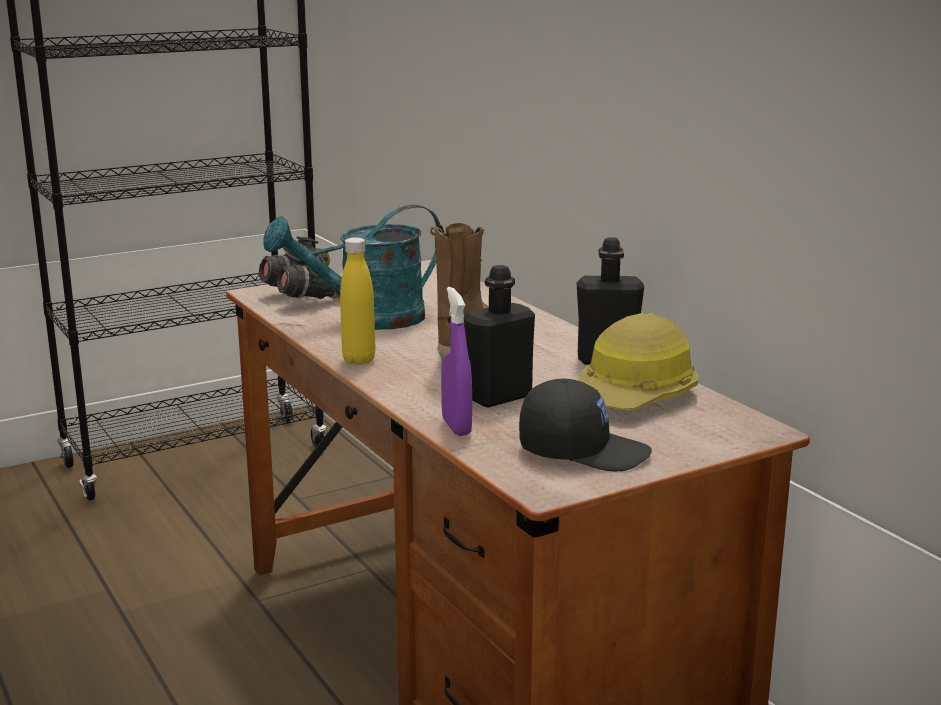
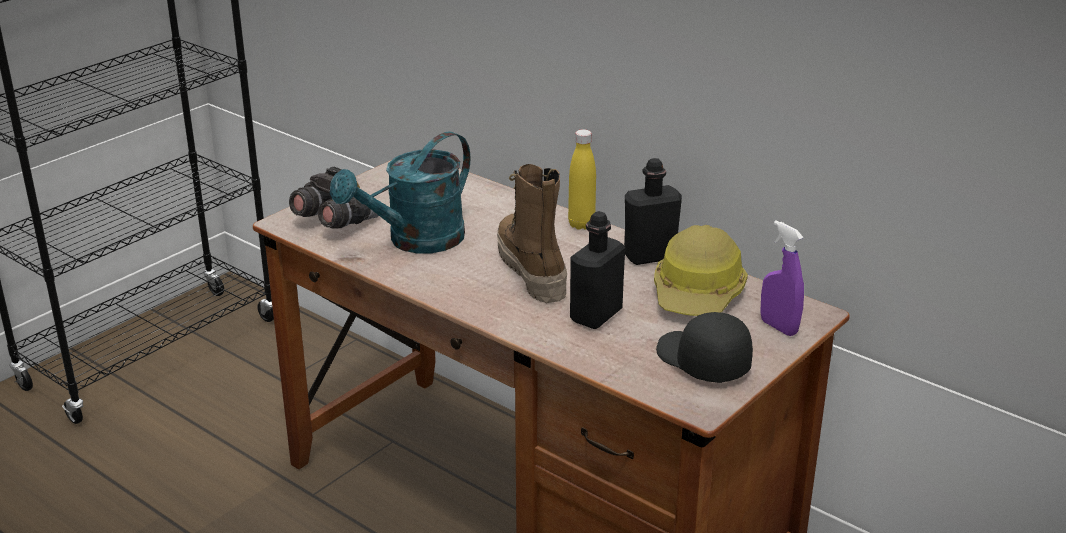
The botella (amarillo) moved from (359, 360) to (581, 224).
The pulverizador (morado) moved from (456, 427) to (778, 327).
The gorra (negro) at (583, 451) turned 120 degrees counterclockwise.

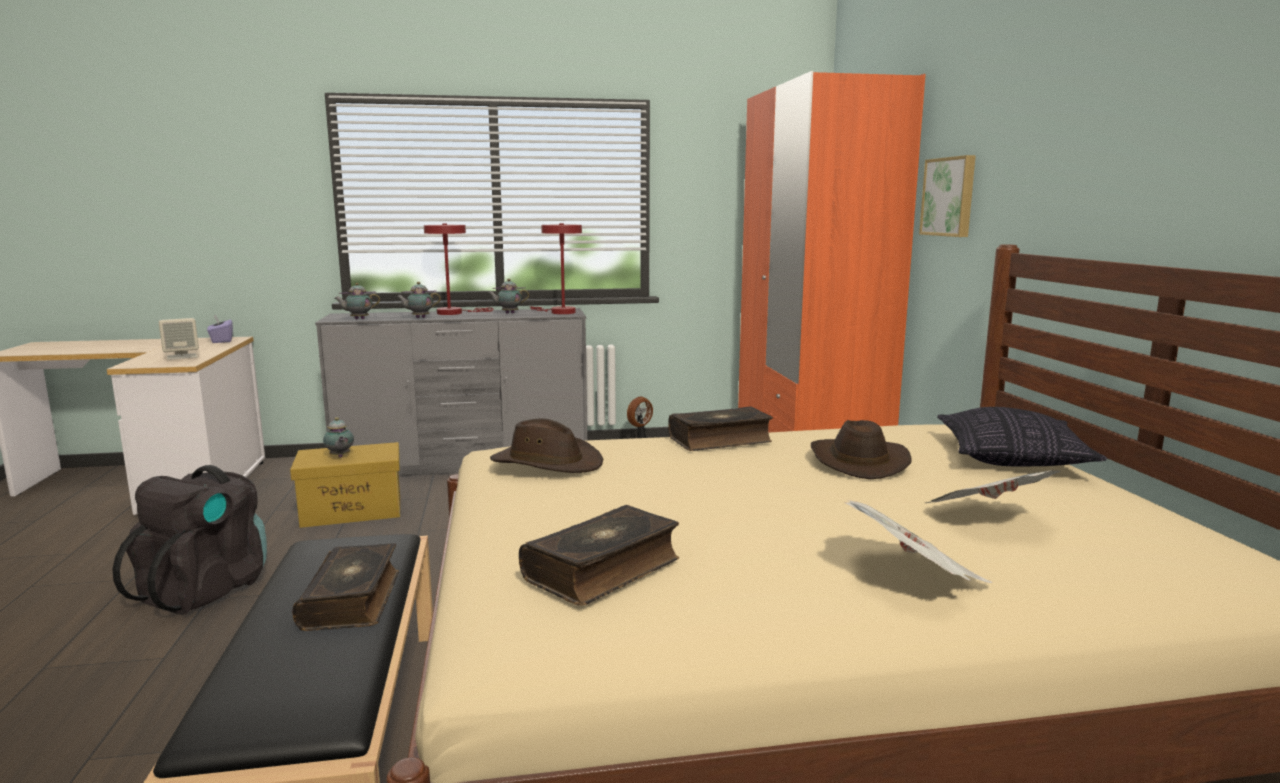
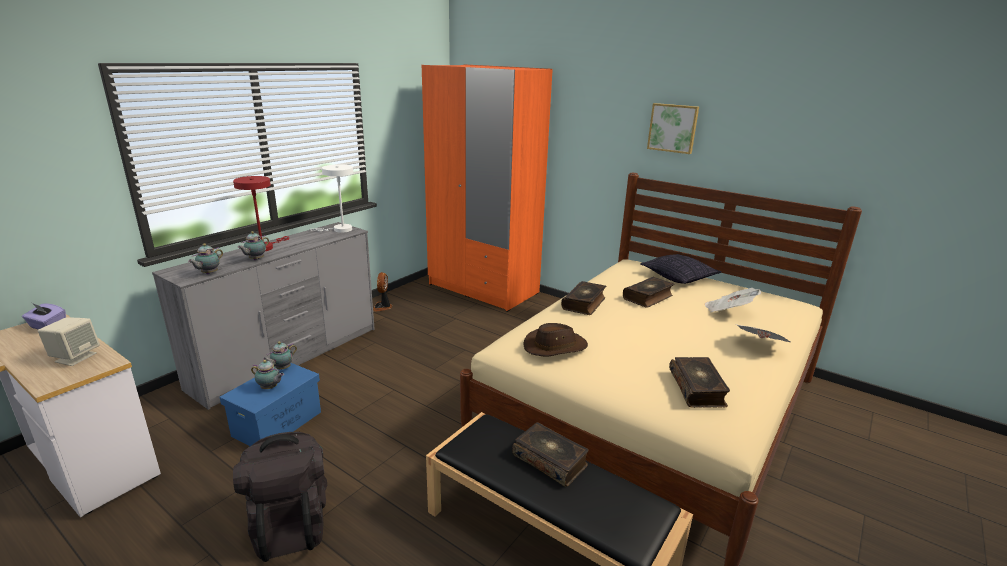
The tetera moved from (508, 313) to (282, 368).
The cuadro moved from (950, 197) to (673, 128).
The sombrero (marrón) at (857, 461) was replaced by the libro at (648, 297).
The caja de almacenaje (amarillo) at (353, 511) became the caja de almacenaje (azul) at (278, 423).
The lámpara de mesa (rojo) at (559, 312) became the lámpara de mesa (blanco) at (339, 230).

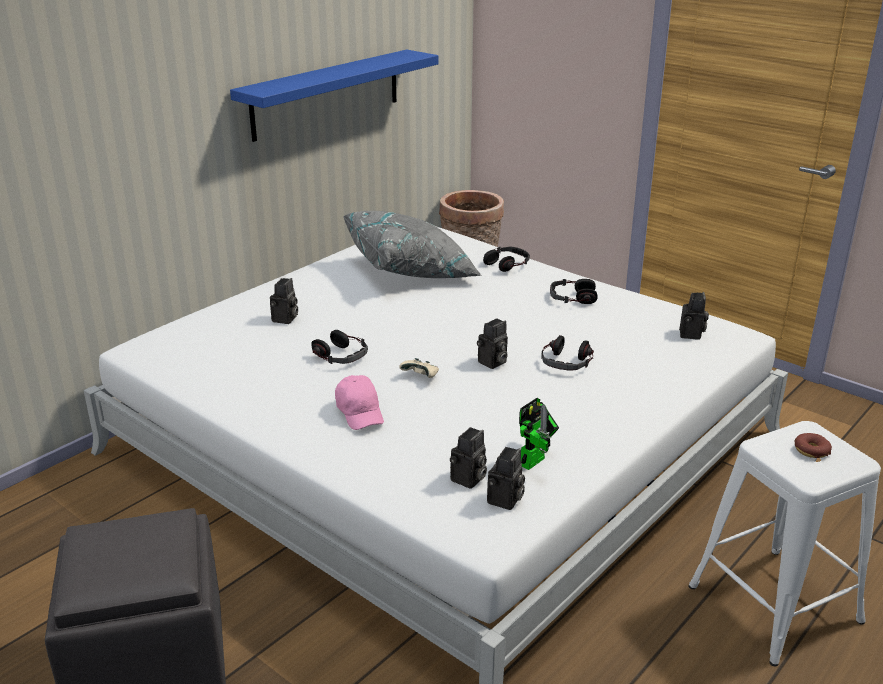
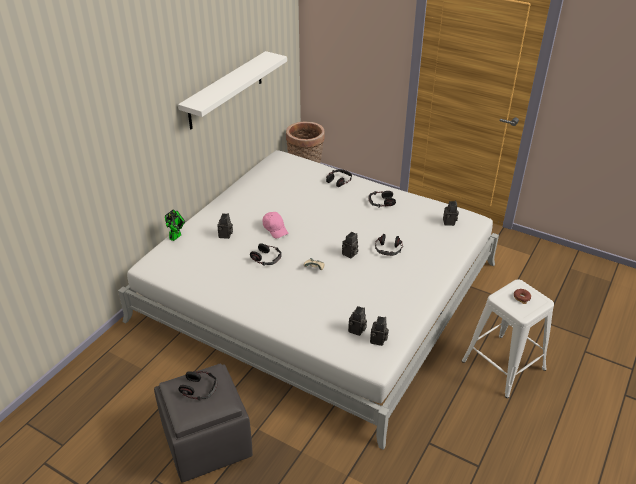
The cojín (gris) at (412, 270) disappeared.
The auriculares at (199, 388) appeared.
The gorra (rosa) moved from (360, 412) to (275, 229).
The robot de juguete moved from (534, 459) to (176, 236).
The estante (azul) at (327, 94) became the estante (blanco) at (226, 90).

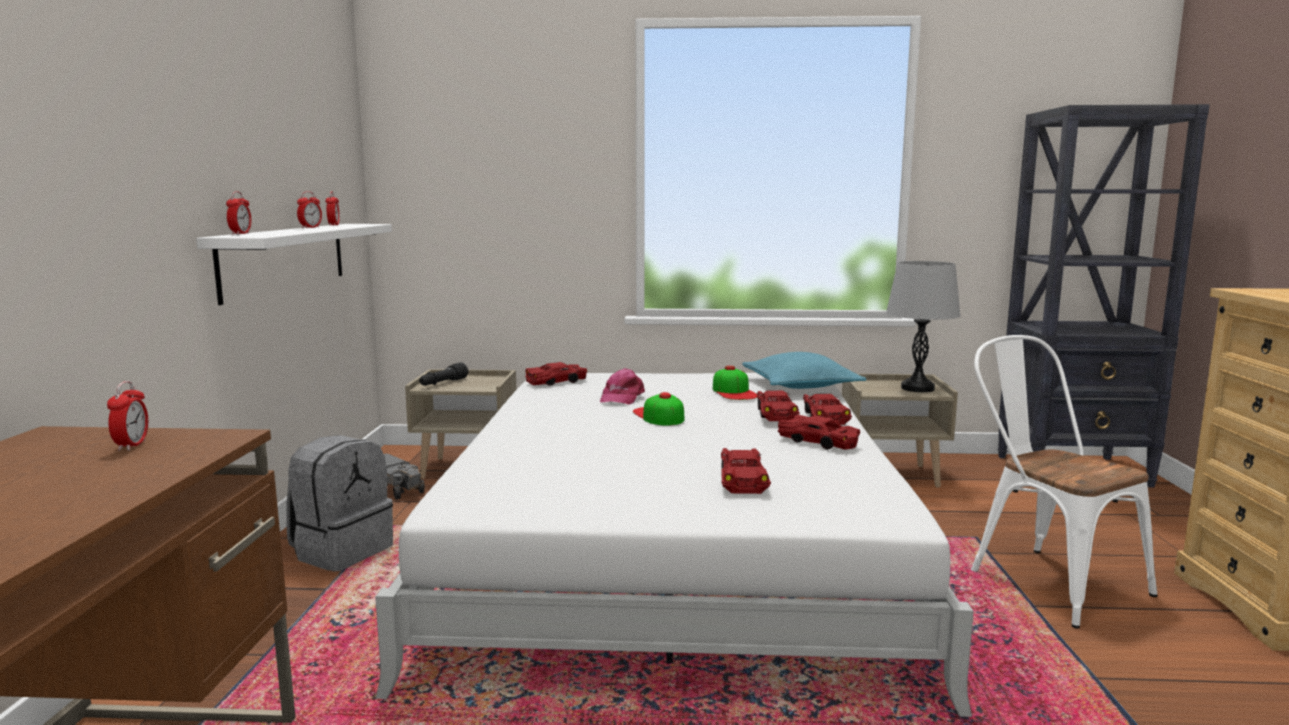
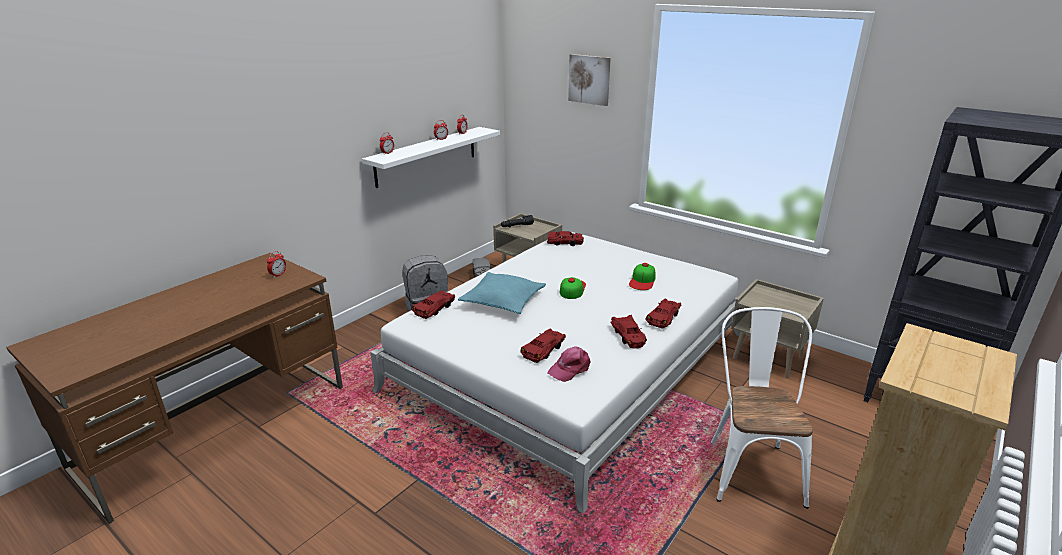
The lámpara de mesa (gris) at (917, 388) disappeared.
The cuadro at (589, 79) appeared.
The gorra (rosa) moved from (621, 397) to (570, 368).
The cojín (turquesa) moved from (800, 386) to (503, 301).
The coche de juguete (rojo) moved from (775, 413) to (435, 309).

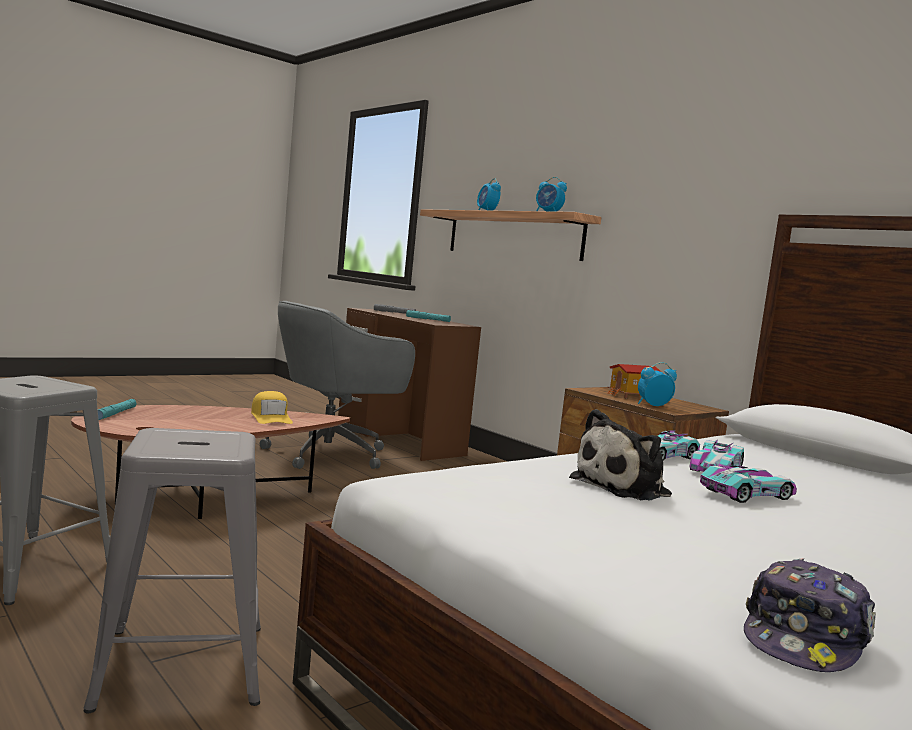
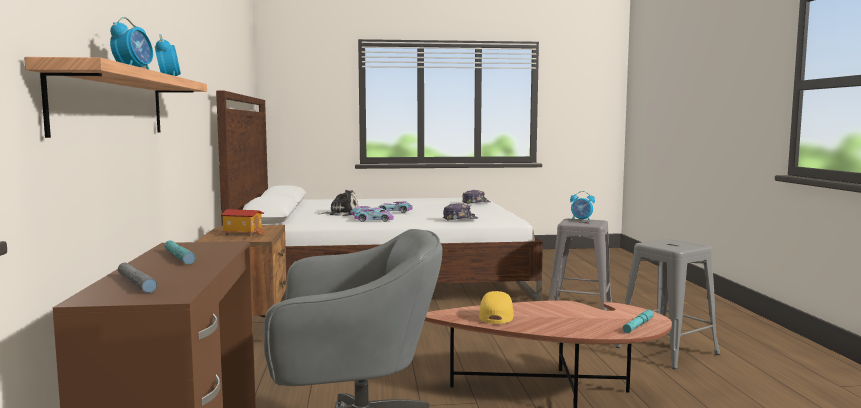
The gorra at (460, 219) appeared.
The peluche moved from (625, 488) to (341, 213).
The despertador moved from (652, 405) to (581, 220).

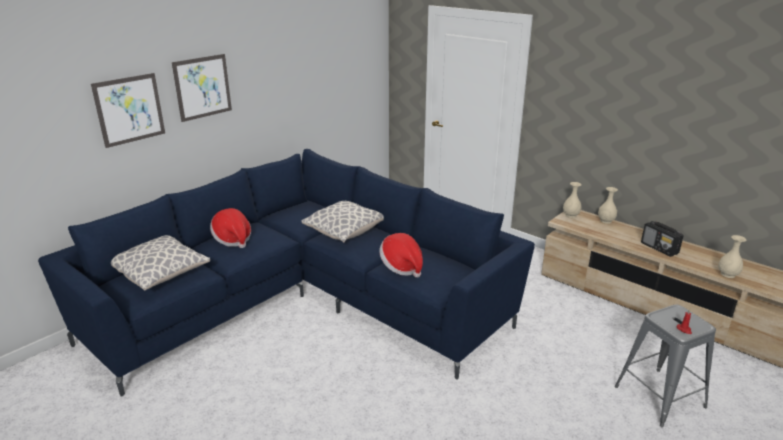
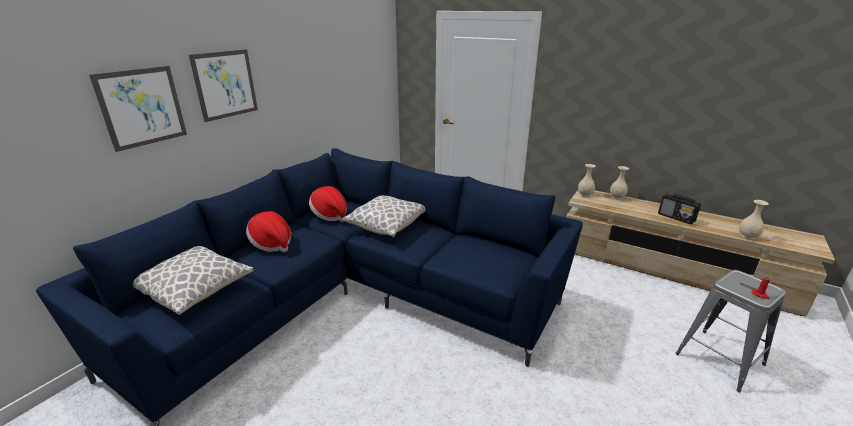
The sombrero moved from (402, 267) to (330, 215).

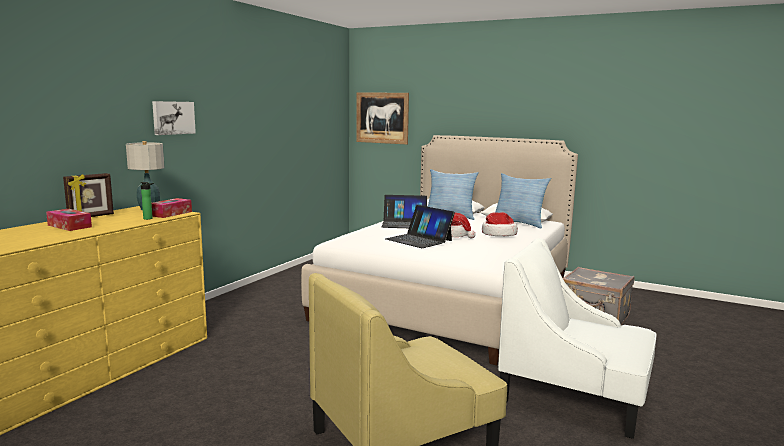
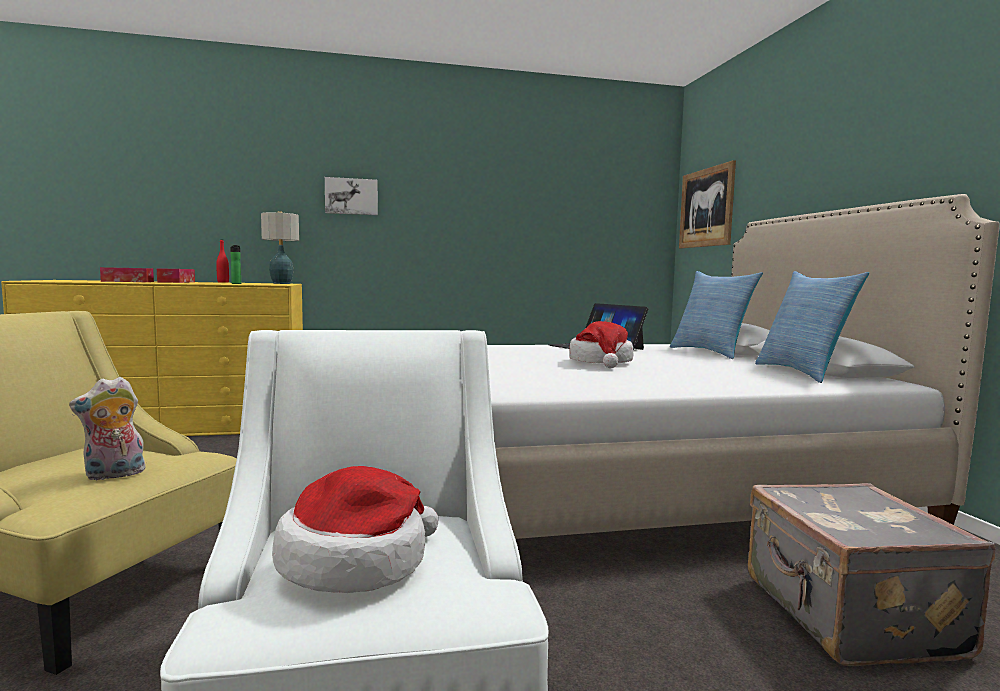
The portátil at (419, 240) disappeared.
The peluche at (114, 475) appeared.
The caja de pañuelos moved from (171, 213) to (128, 281).
The sombrero moved from (498, 234) to (356, 561).
The portarretratos at (91, 217) was replaced by the botella (rojo) at (223, 282).

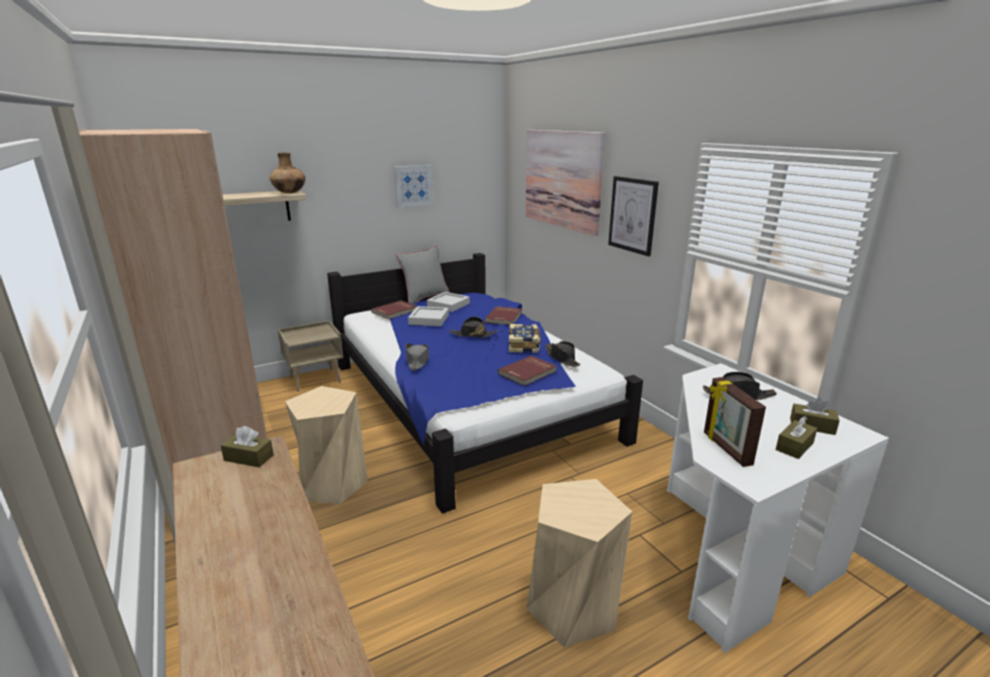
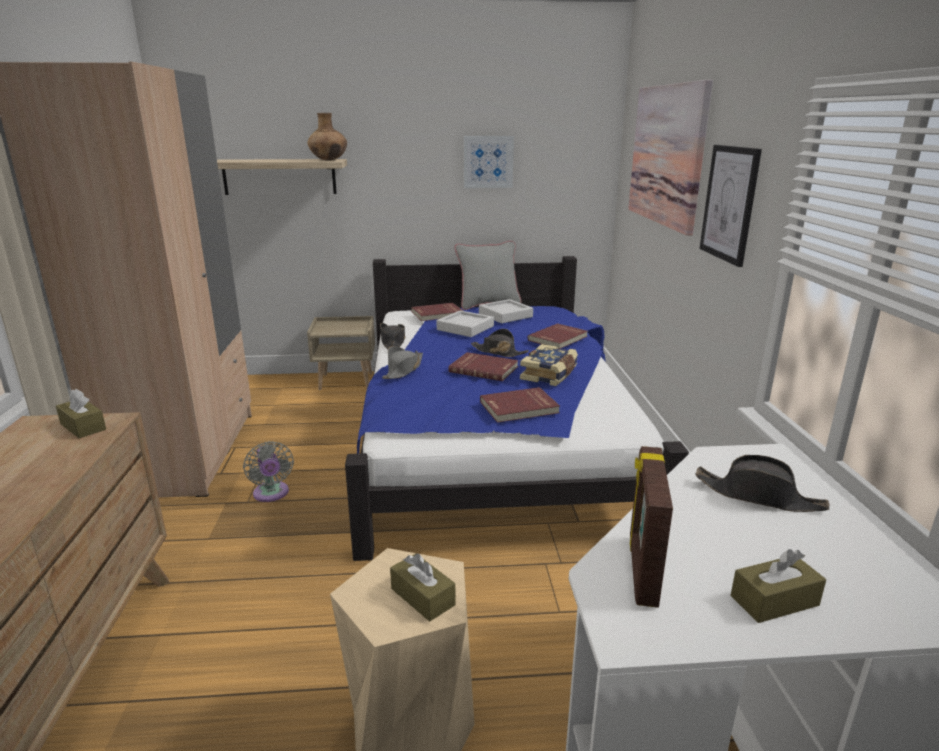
The libro (rojo) at (484, 369) appeared.
The sombrero (negro) moved from (562, 358) to (393, 342).
The caja de pañuelos (marrón) moved from (812, 426) to (422, 597).
The taburete (beis) at (332, 484) was replaced by the ventilador (gris) at (271, 494).

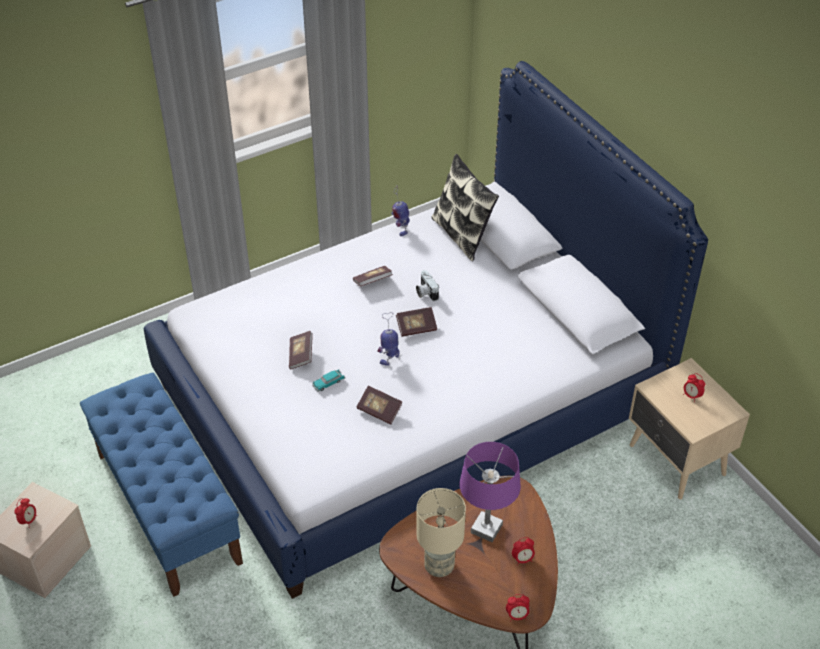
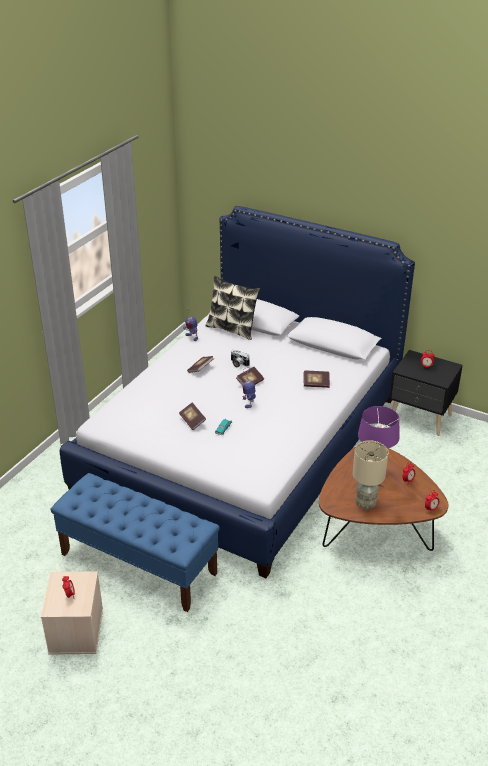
The libro moved from (379, 411) to (316, 384).
The mesita de noche (beis) at (676, 462) became the mesita de noche (negro) at (420, 419).

